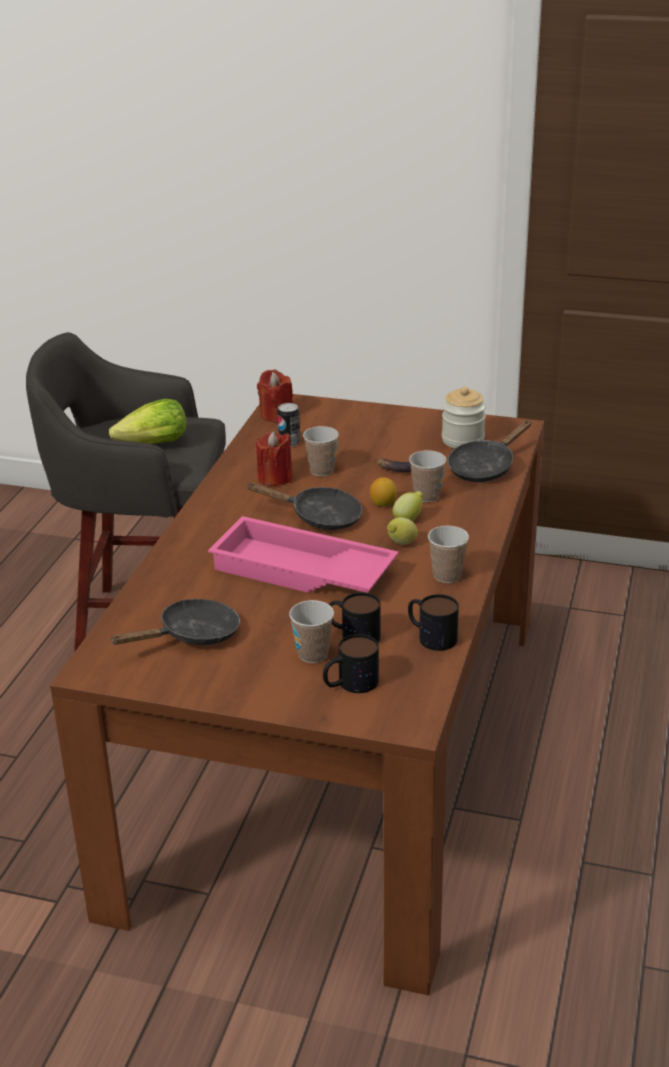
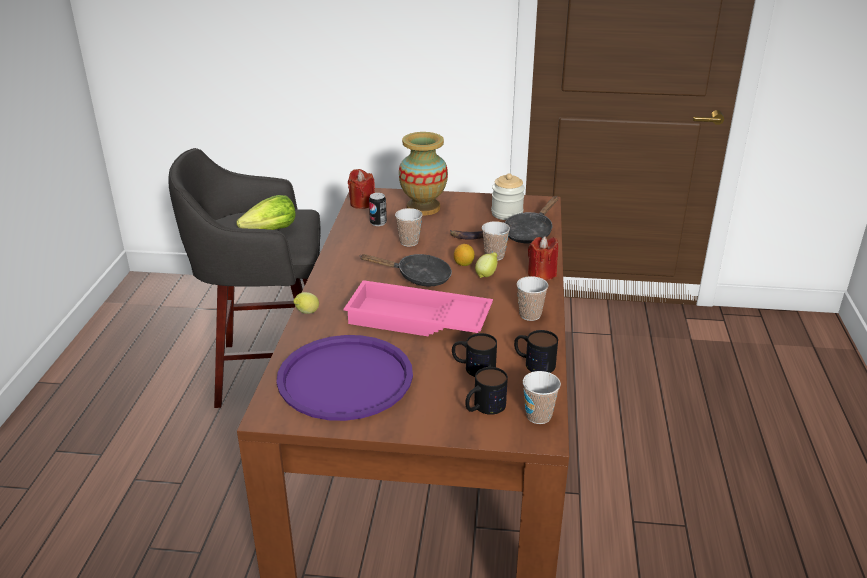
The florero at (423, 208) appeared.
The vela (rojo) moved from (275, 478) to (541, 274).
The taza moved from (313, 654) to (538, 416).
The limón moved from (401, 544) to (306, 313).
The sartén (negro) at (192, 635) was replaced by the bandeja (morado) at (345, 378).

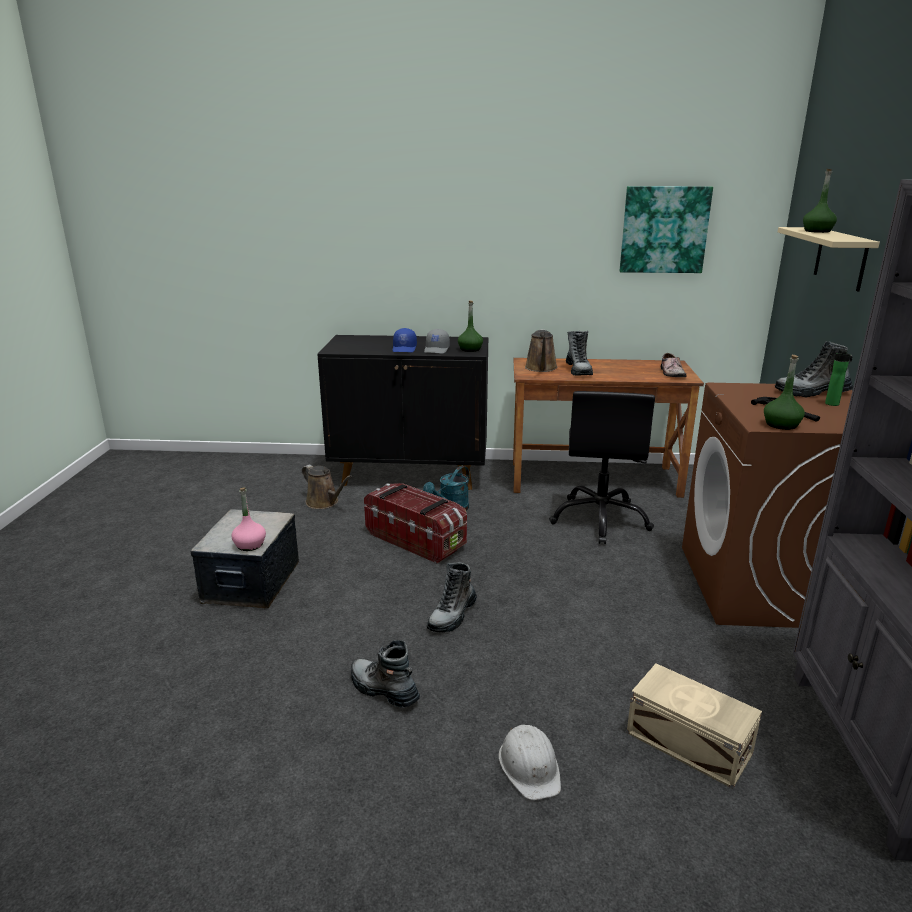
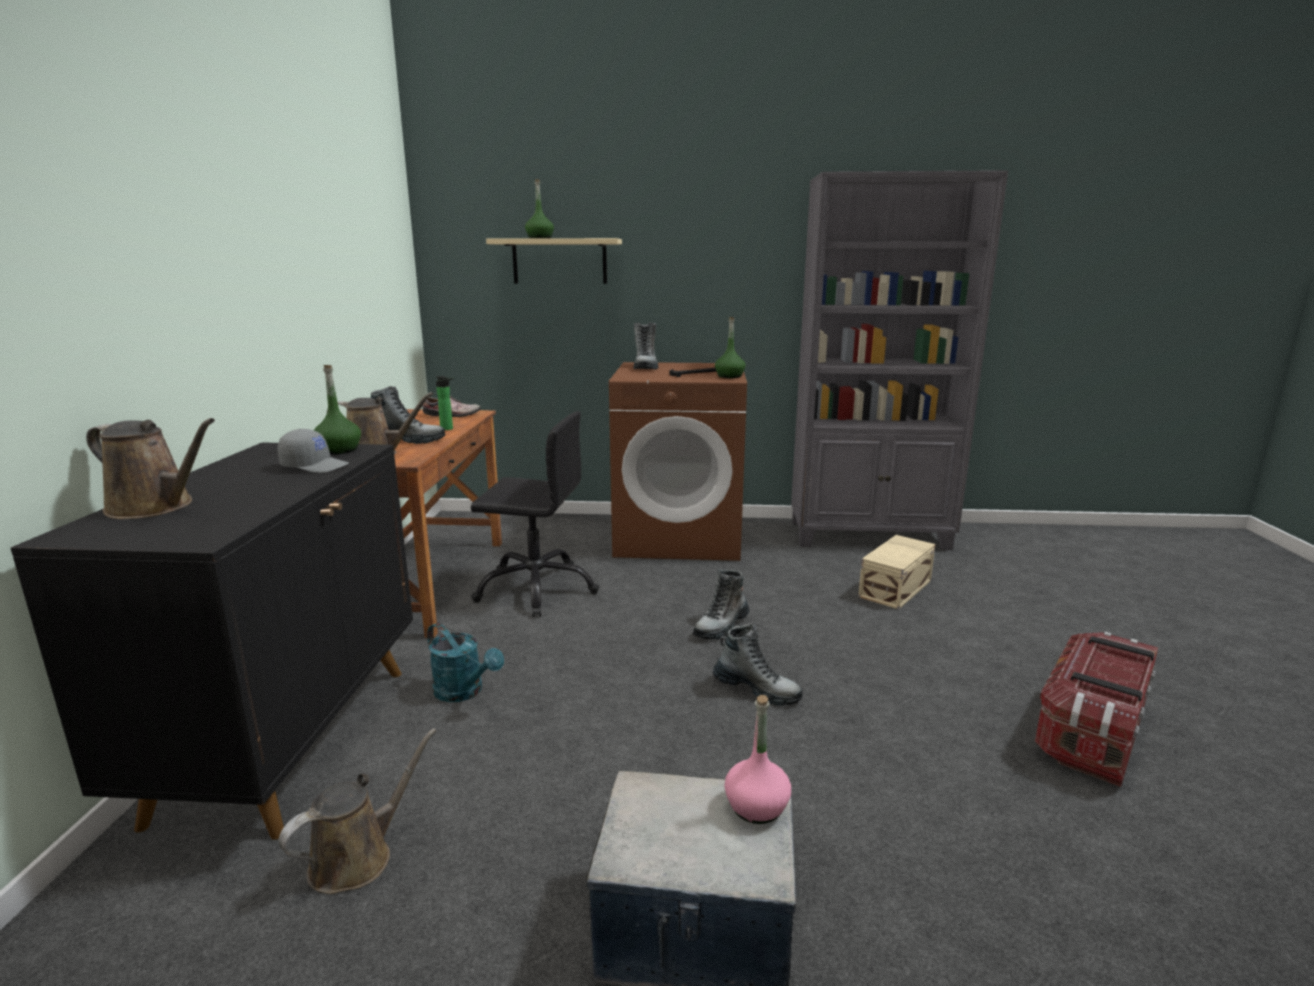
The gorra (azul) at (405, 349) disappeared.
The casco (blanco) at (530, 766) disappeared.
The cuadro at (664, 230) disappeared.
The regadera (marrón) at (156, 507) appeared.
The bota moved from (383, 690) to (721, 626).
The caja de almacenaje moved from (416, 540) to (1091, 732).
The botella moved from (832, 404) to (448, 429).

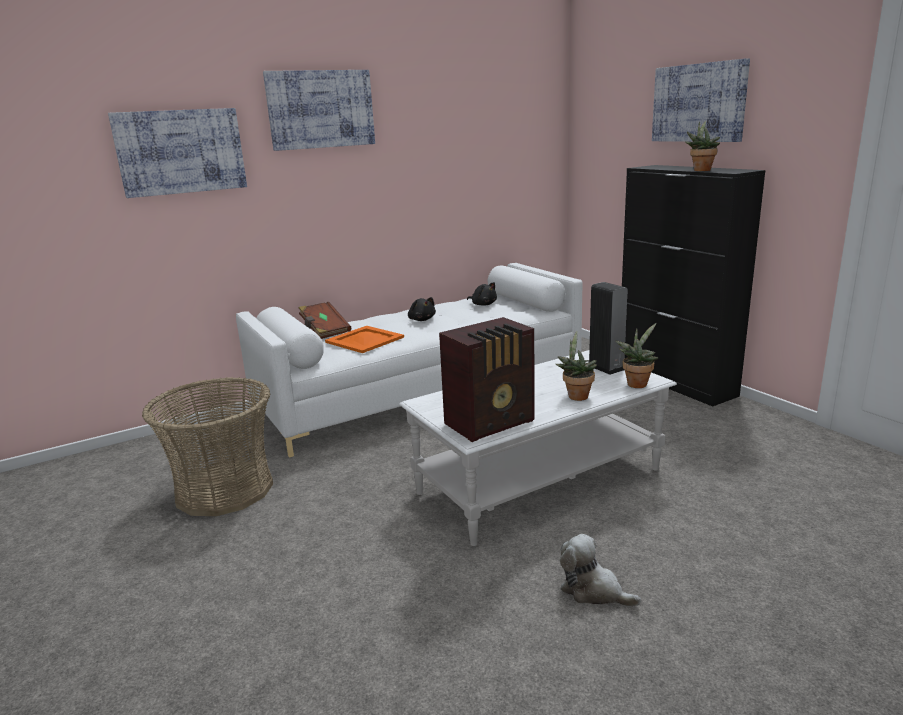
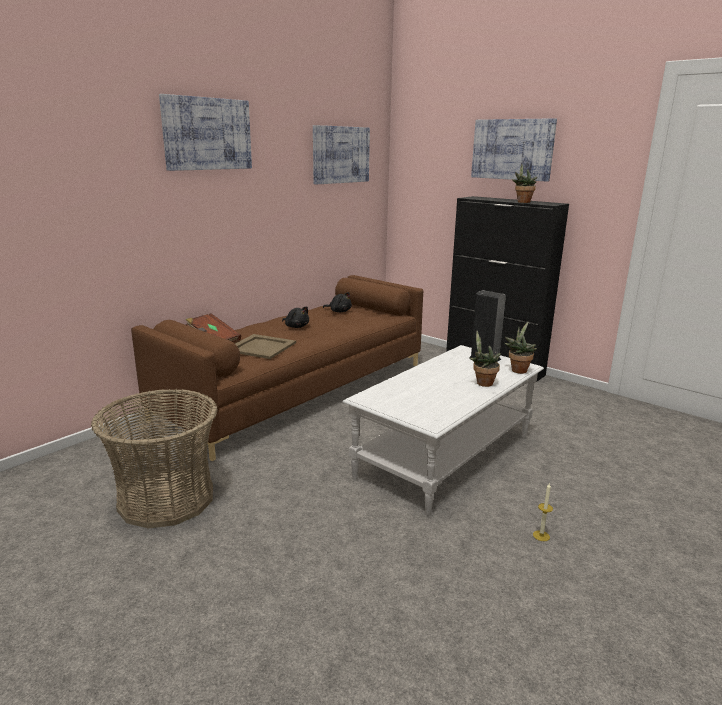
The radio at (492, 423) disappeared.
The cuadro moved from (181, 152) to (341, 155).
The peluche at (593, 590) was replaced by the vela at (541, 536).
The sofá (blanco) at (423, 391) became the sofá (marrón) at (298, 390).
The bandeja (naranja) at (364, 339) became the bandeja (beis) at (261, 346).

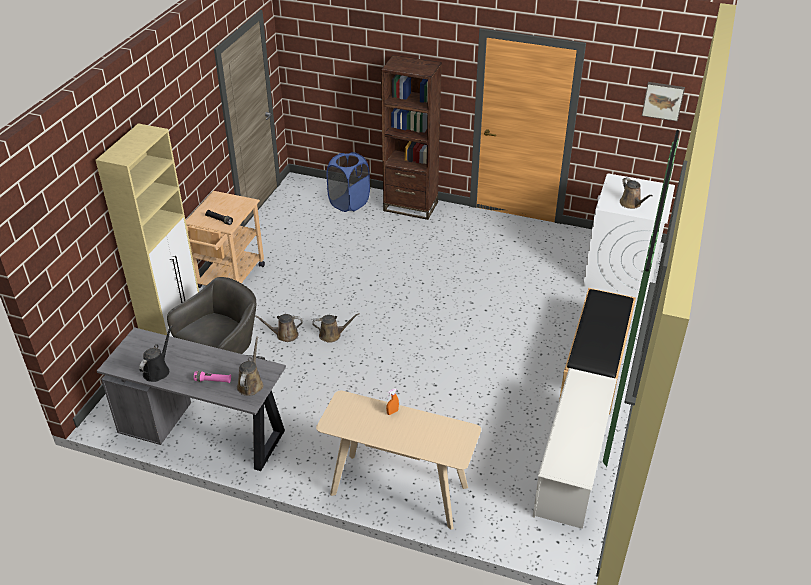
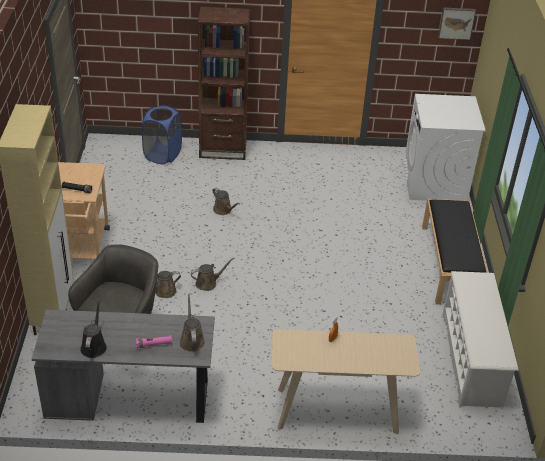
The regadera (marrón) moved from (631, 204) to (223, 210).

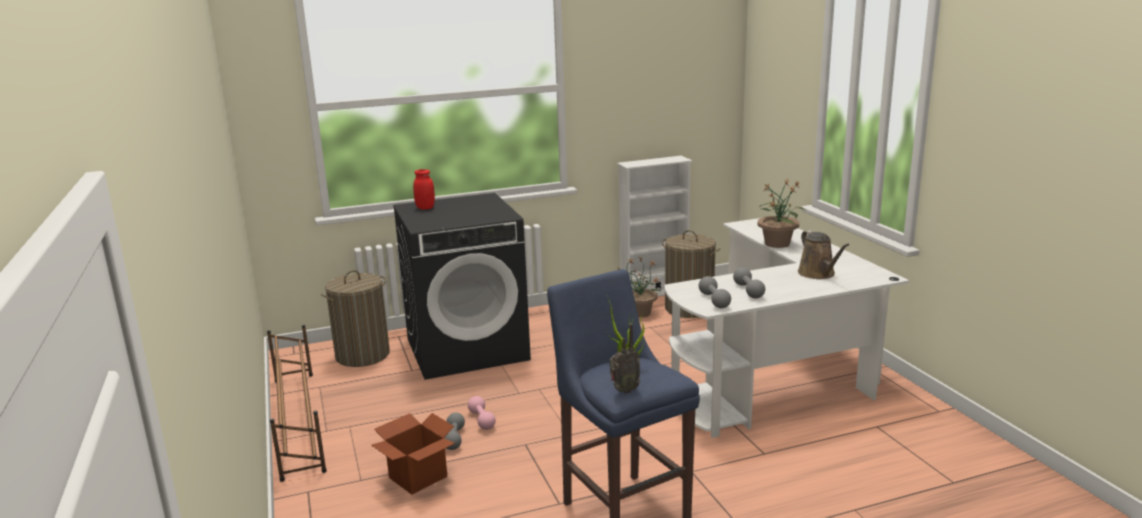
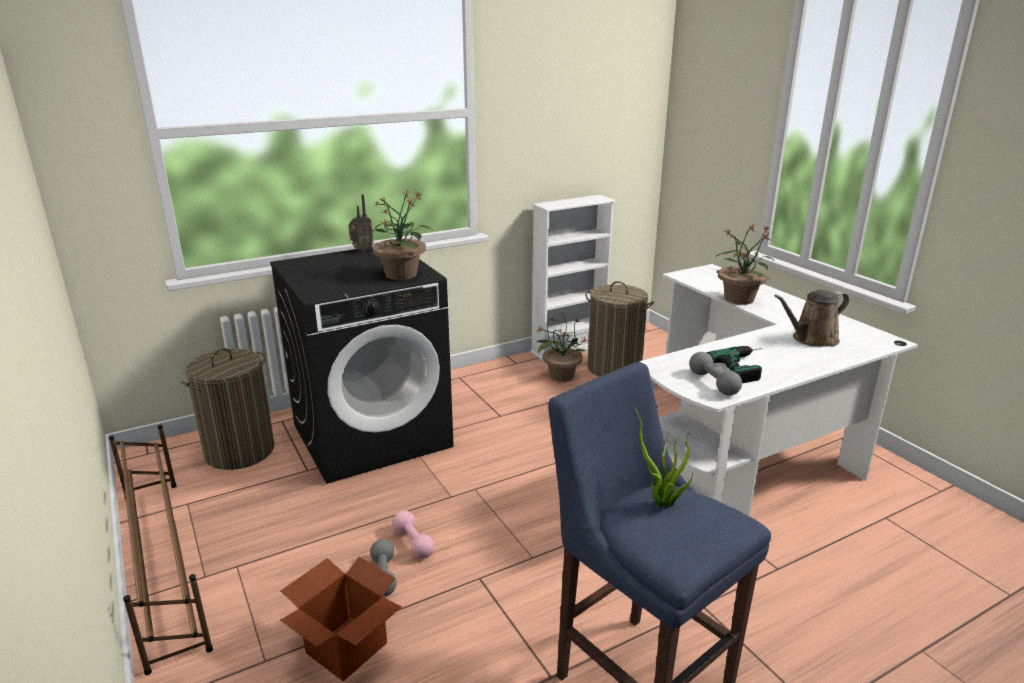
The tarro (rojo) at (425, 208) disappeared.
The planta en maceta at (401, 274) appeared.
The radio moved from (623, 390) to (361, 250).
The mancuerna (gris) at (748, 291) was replaced by the taladro at (746, 367).
The regadera (marrón) at (818, 274) turned 90 degrees clockwise.

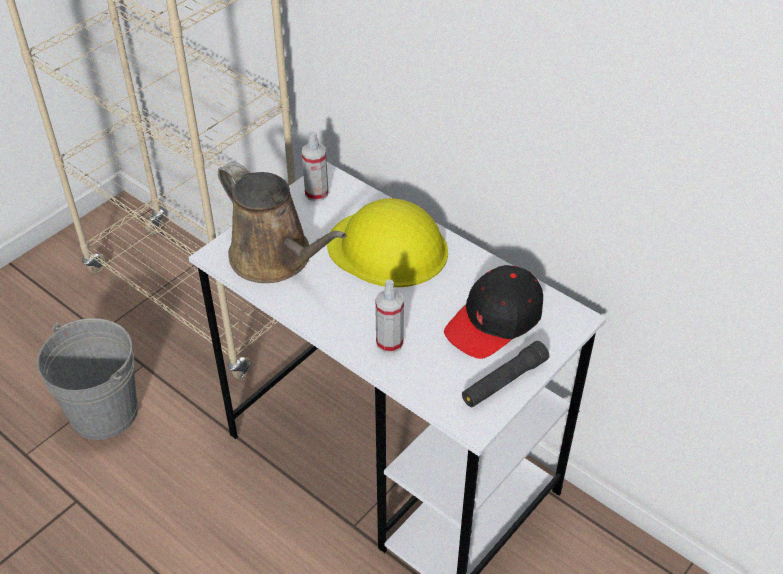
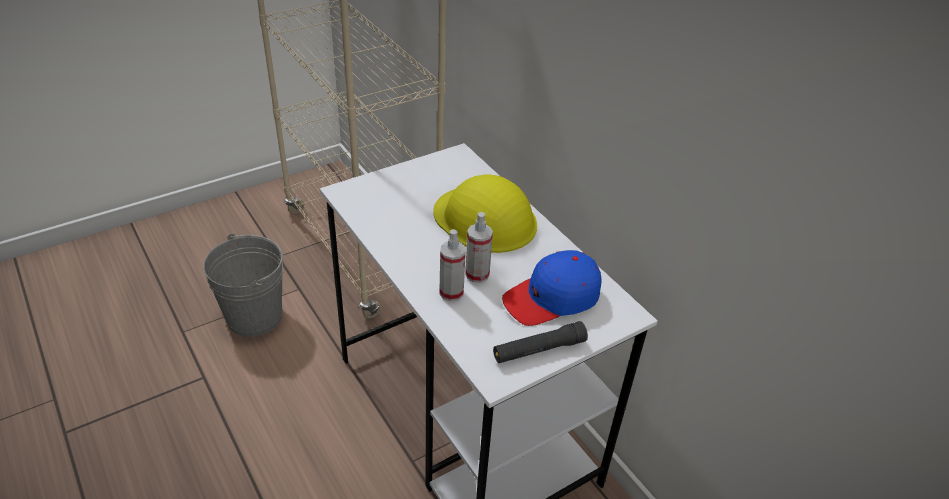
The regadera (marrón) at (276, 259) disappeared.
The pulverizador moved from (316, 193) to (477, 274).
The gorra (negro) at (494, 321) became the gorra (azul) at (552, 298).

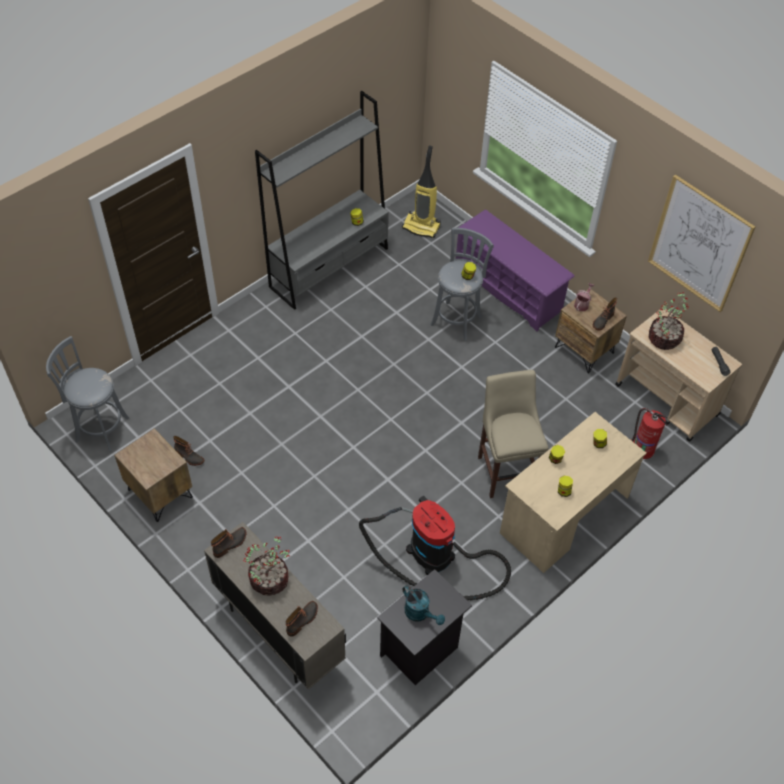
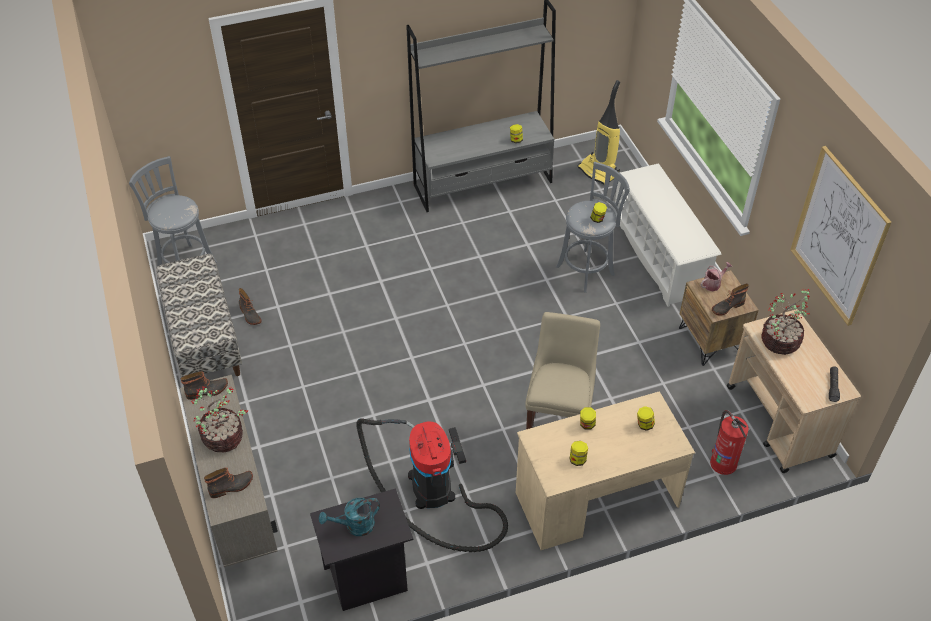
The mesita de noche (marrón) at (159, 493) was replaced by the banco at (204, 339).
The zapatero (morado) at (508, 289) became the zapatero (blanco) at (659, 256).
The regadera (turquesa) at (420, 613) turned 90 degrees clockwise.

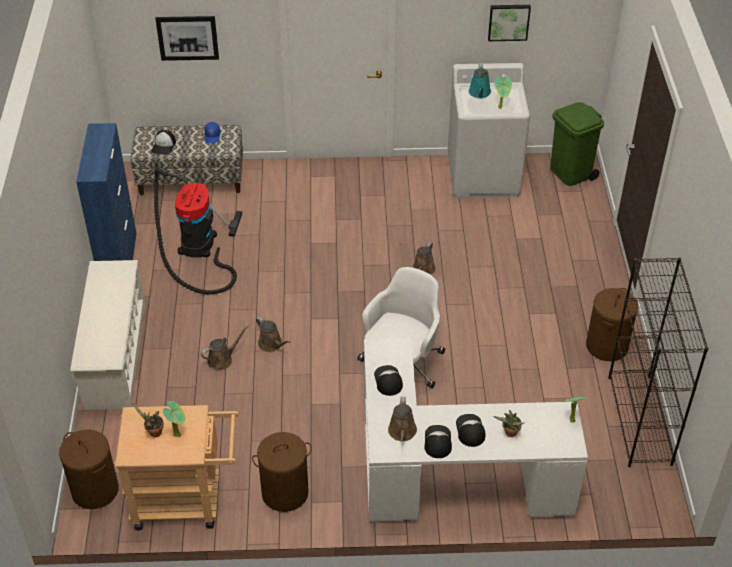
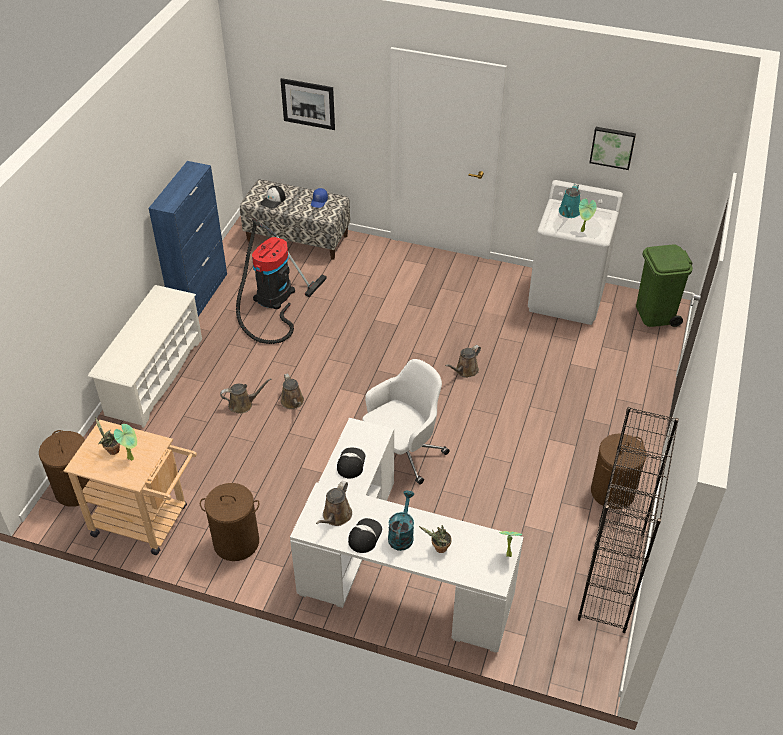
The gorra at (470, 430) was replaced by the regadera (turquesa) at (401, 534).

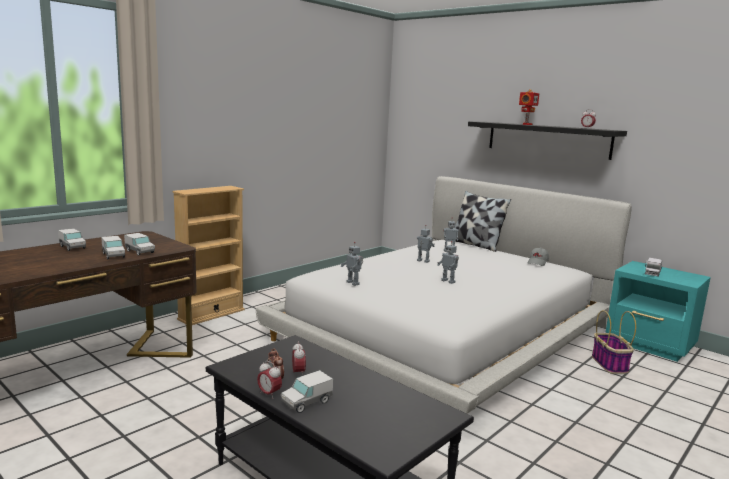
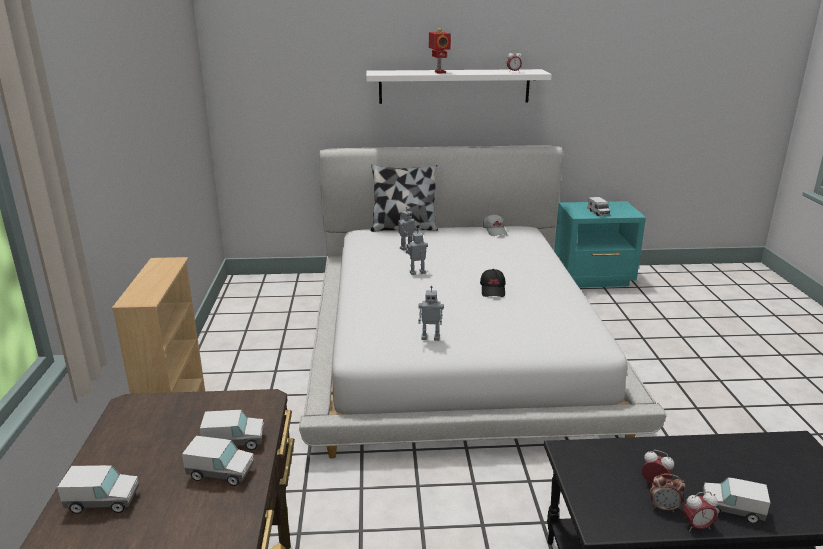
The cesta at (610, 364) disappeared.
The robot de juguete at (448, 281) was replaced by the gorra (negro) at (493, 290).
The estante (negro) at (547, 139) became the estante (blanco) at (454, 86).
The camión de juguete at (307, 402) turned 105 degrees clockwise.

